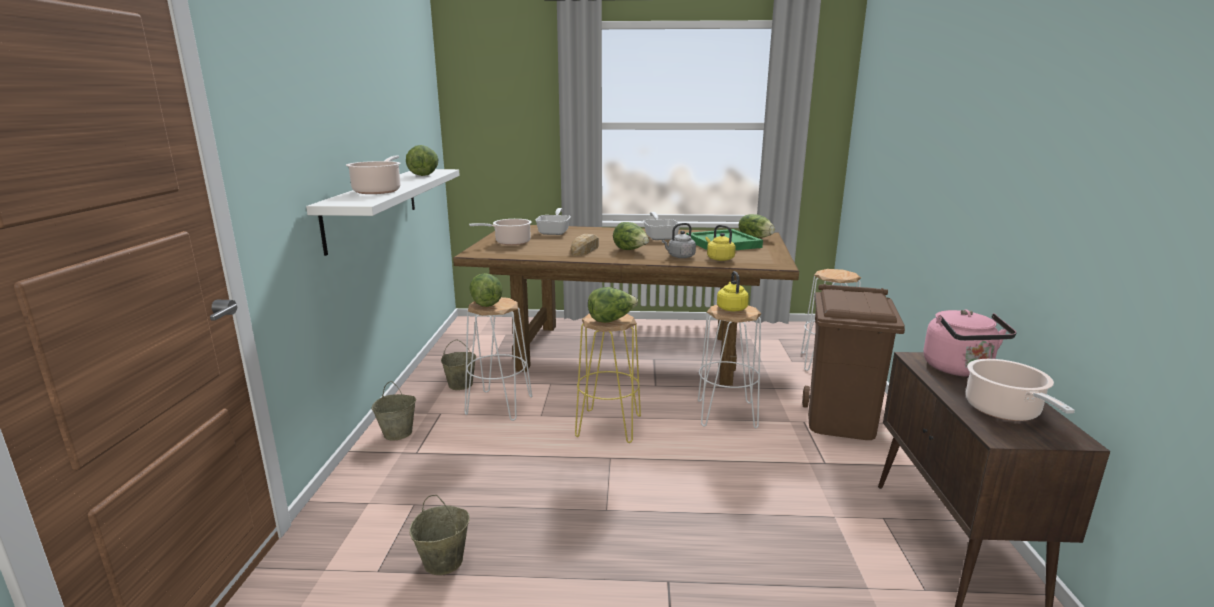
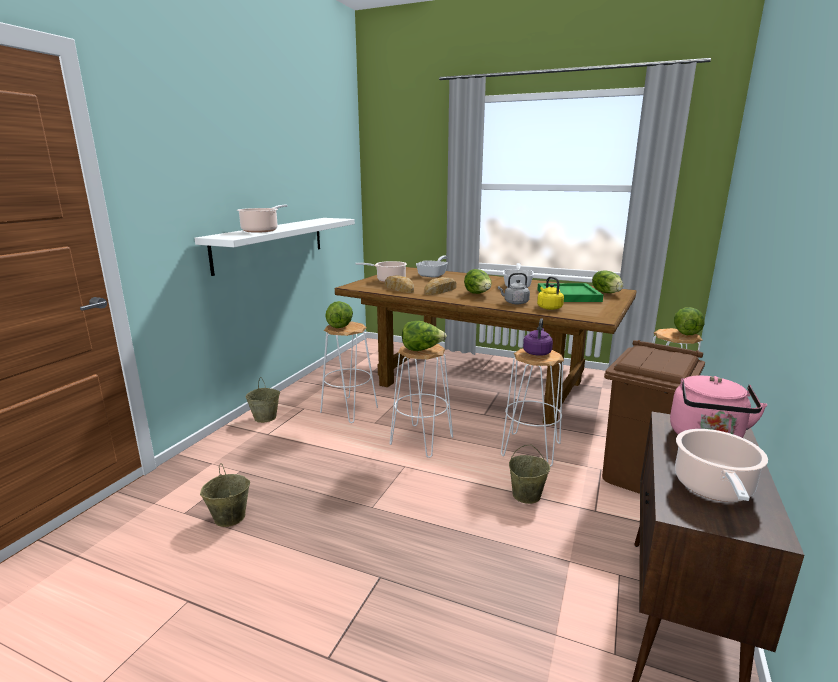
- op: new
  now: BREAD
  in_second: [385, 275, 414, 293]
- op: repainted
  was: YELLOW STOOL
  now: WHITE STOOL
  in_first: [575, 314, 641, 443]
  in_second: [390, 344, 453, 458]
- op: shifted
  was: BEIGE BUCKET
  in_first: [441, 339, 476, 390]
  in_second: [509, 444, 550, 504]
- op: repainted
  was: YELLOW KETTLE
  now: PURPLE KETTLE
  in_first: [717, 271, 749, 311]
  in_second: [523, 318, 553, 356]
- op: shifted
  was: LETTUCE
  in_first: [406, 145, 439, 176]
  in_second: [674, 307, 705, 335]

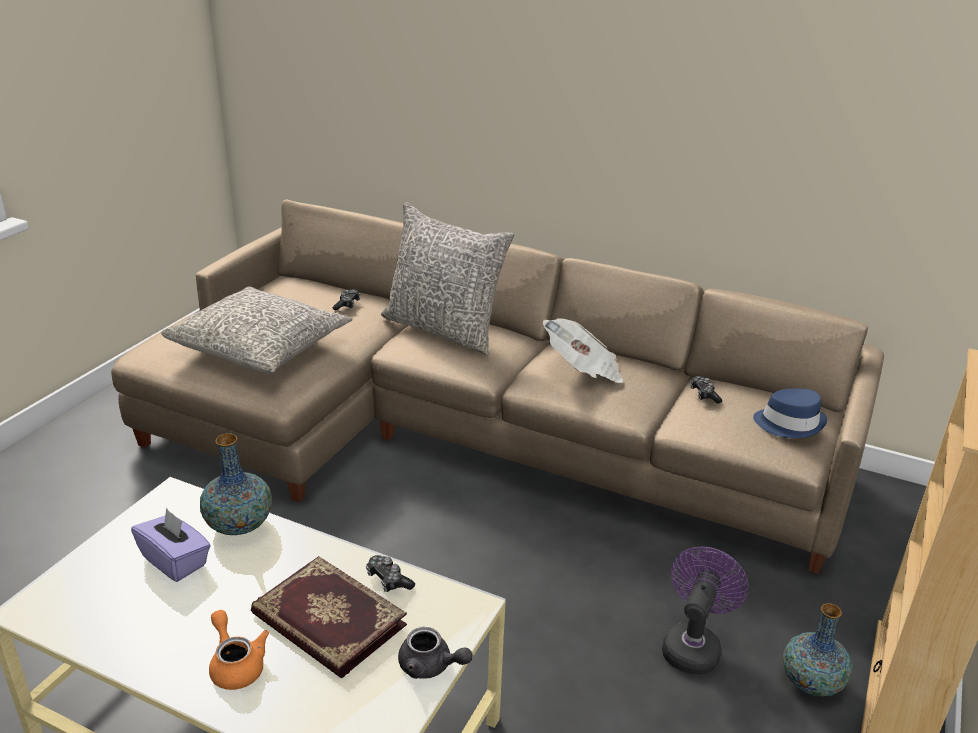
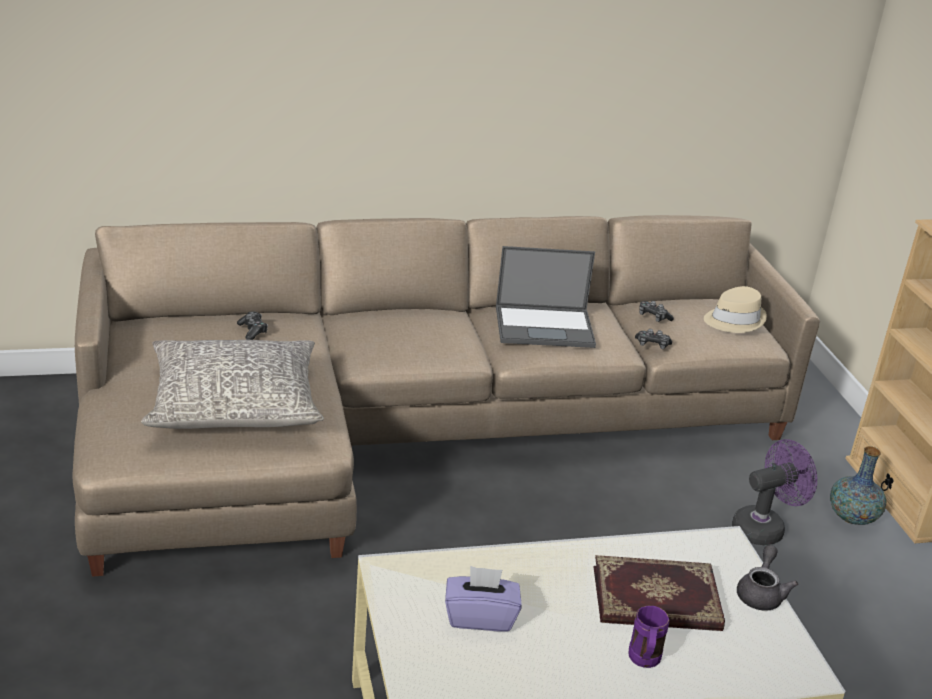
- op: swapped
  was: NEWSPAPER
  now: LAPTOP
  in_first: [543, 318, 623, 383]
  in_second: [496, 246, 596, 348]
- op: swapped
  was: ORANGE TEAPOT
  now: PURPLE MUG
  in_first: [209, 610, 269, 690]
  in_second: [628, 606, 669, 668]
- op: shifted
  was: GAME CONTROLLER
  in_first: [366, 555, 415, 592]
  in_second: [635, 329, 672, 349]
- op: repainted
  was: BLUE HAT
  now: BEIGE HAT
  in_first: [753, 389, 827, 438]
  in_second: [704, 286, 767, 333]
- op: rotated
  was: PURPLE FAN
  in_first: [662, 546, 748, 675]
  in_second: [732, 439, 817, 545]
  clockwise: 75
- op: rotated
  was: GREY TEAPOT
  in_first: [398, 627, 473, 679]
  in_second: [737, 545, 798, 611]
  clockwise: -60
- op: gone
  was: VASE
  in_first: [200, 433, 272, 535]
- op: gone
  was: GREY PILLOW
  in_first: [381, 202, 514, 355]

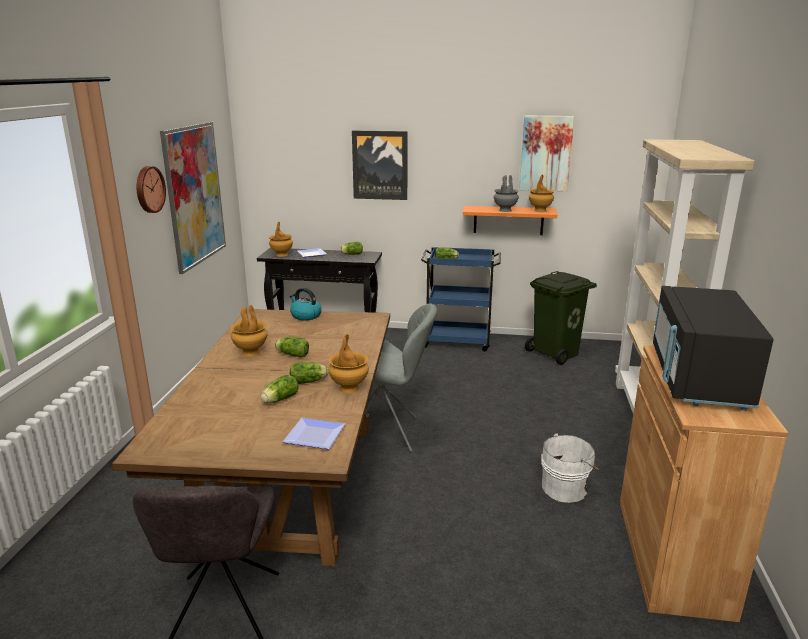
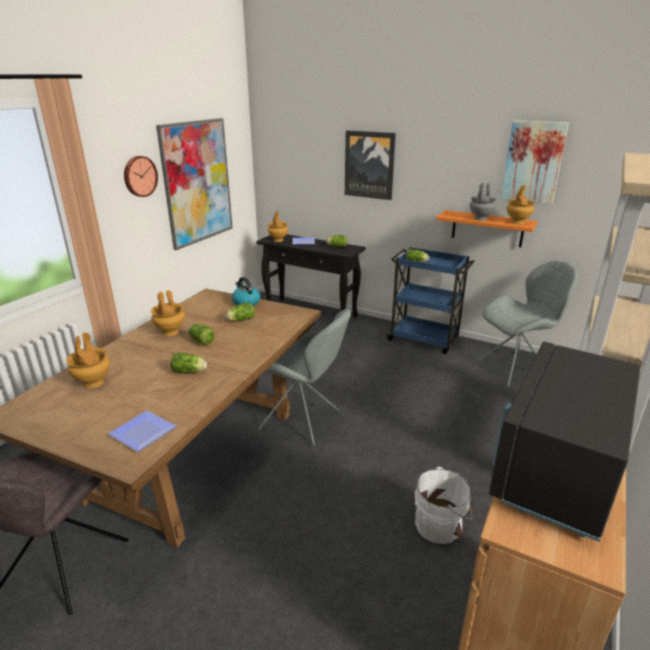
- op: shifted
  was: BROWN VASE
  in_first: [328, 334, 369, 393]
  in_second: [66, 333, 110, 389]
- op: shifted
  was: LETTUCE
  in_first: [261, 375, 298, 403]
  in_second: [225, 303, 255, 321]
- op: swapped
  was: GREEN TRASH CAN
  now: GREY CHAIR
  in_first: [525, 271, 597, 365]
  in_second: [477, 261, 579, 387]

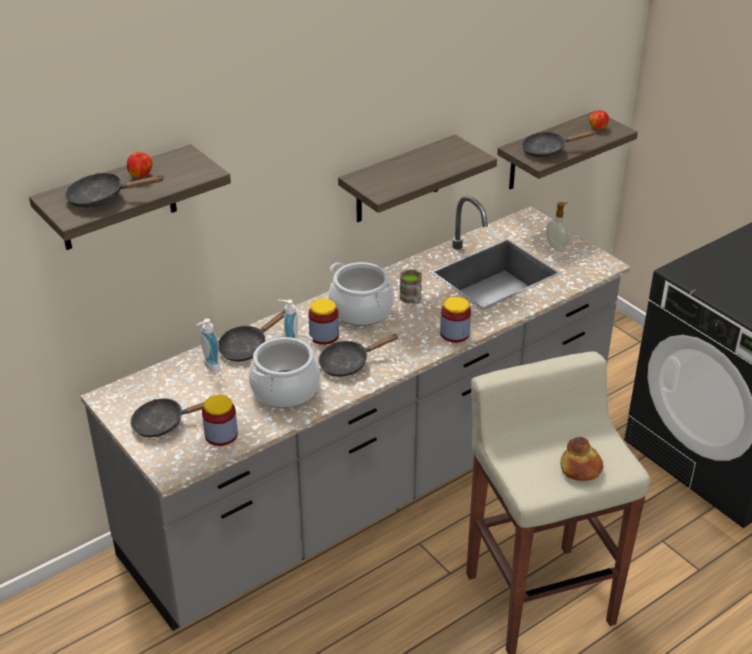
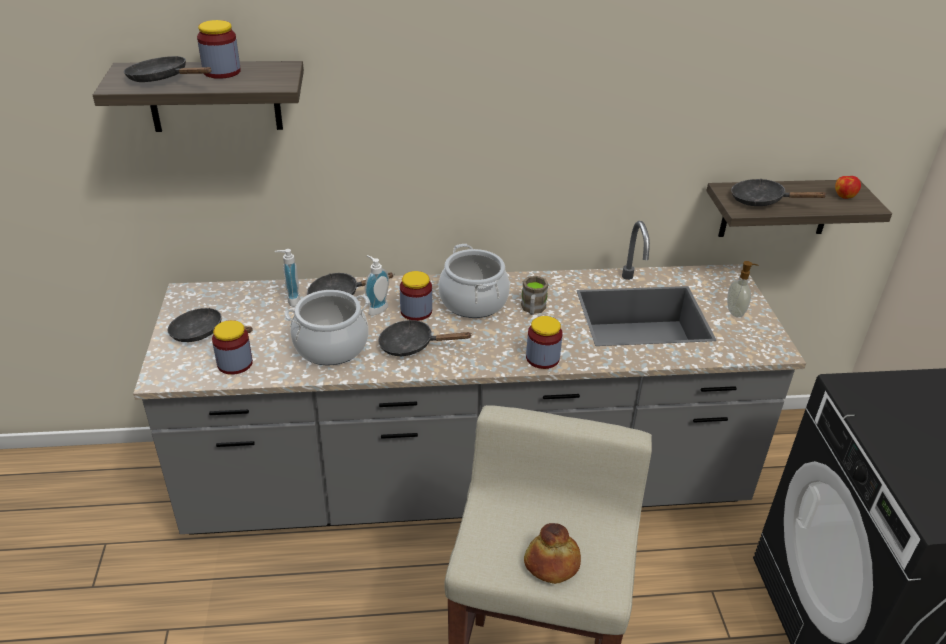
- op: swapped
  was: APPLE
  now: JAR
  in_first: [127, 152, 153, 178]
  in_second: [197, 20, 241, 79]
- op: gone
  was: SHELF
  in_first: [338, 135, 497, 222]

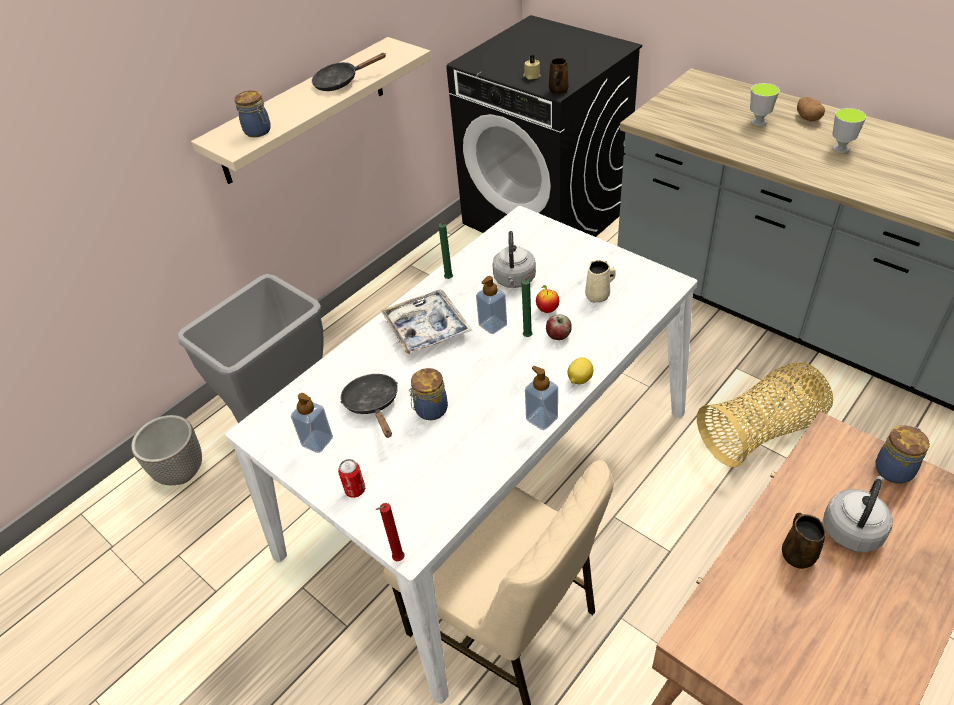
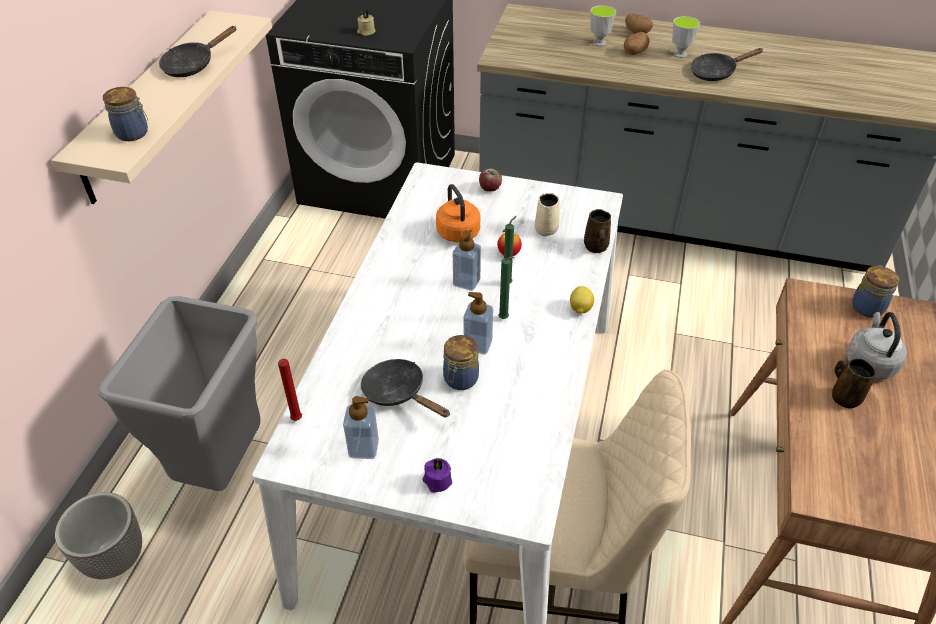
- op: shifted
  was: RED CANDLE
  in_first: [376, 503, 404, 561]
  in_second: [278, 359, 302, 421]
- op: swapped
  was: CAN
  now: PURPLE CANDLE
  in_first: [338, 459, 365, 498]
  in_second: [422, 458, 452, 493]
- op: repainted
  was: GREY KETTLE
  now: ORANGE KETTLE
  in_first: [492, 231, 536, 288]
  in_second: [436, 184, 480, 242]
- op: shifted
  was: SOAP DISPENSER
  in_first: [525, 366, 558, 430]
  in_second: [464, 292, 493, 354]
- op: shifted
  was: APPLE
  in_first: [546, 315, 572, 340]
  in_second: [479, 168, 502, 192]
- op: shifted
  was: GREEN CANDLE
  in_first: [438, 222, 453, 279]
  in_second: [498, 257, 514, 319]
- op: shifted
  was: BROWN MUG
  in_first: [549, 58, 569, 94]
  in_second: [584, 209, 611, 253]
- op: new
  now: POTATO
  in_second: [624, 32, 649, 55]
- op: new
  now: BLACK FRYING PAN
  in_second: [690, 48, 763, 81]
- op: gone
  was: TRAY
  in_first: [381, 289, 472, 355]
- op: gone
  was: BASKET
  in_first: [697, 363, 833, 468]

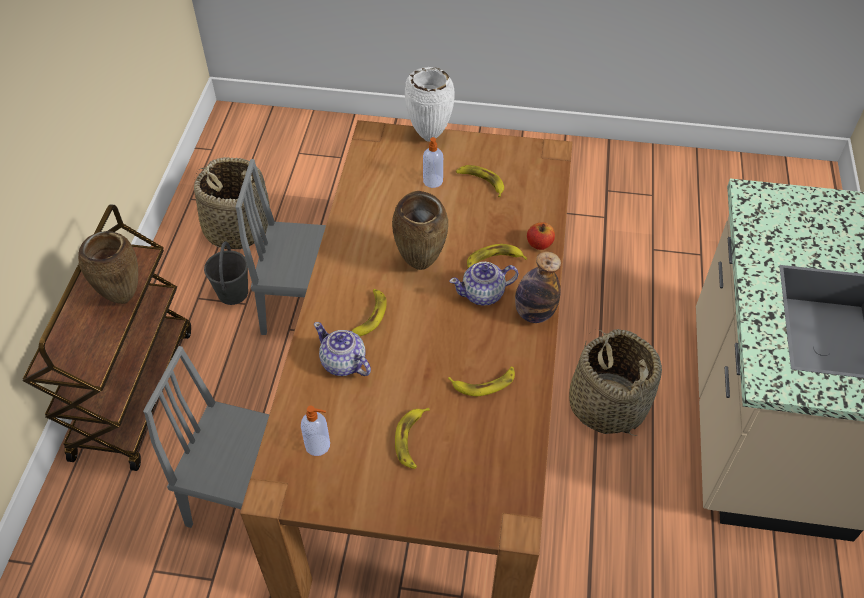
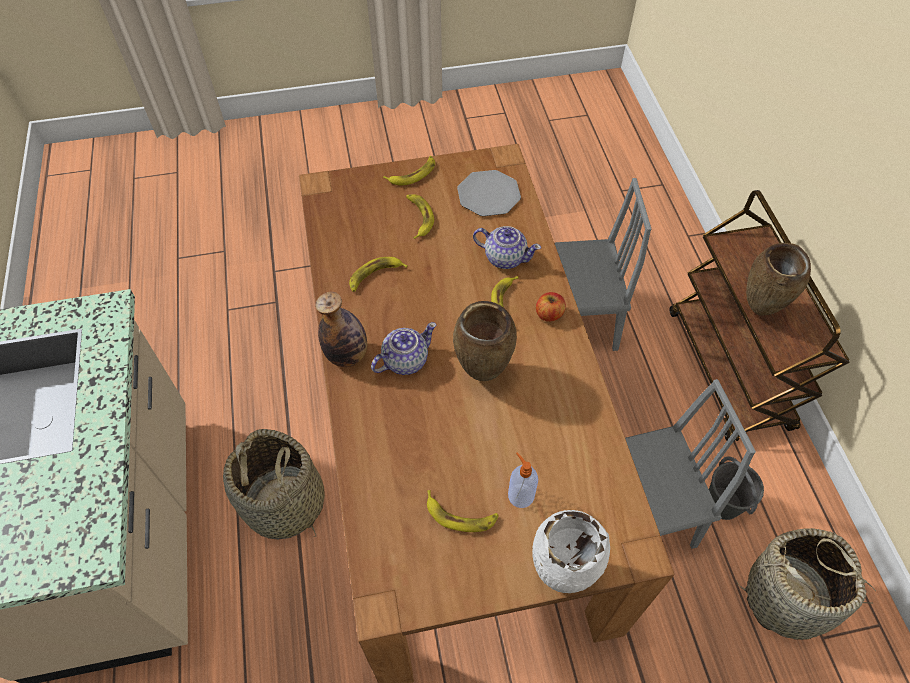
- op: shifted
  was: BANANA
  in_first: [467, 244, 527, 268]
  in_second: [383, 156, 435, 185]
- op: swapped
  was: SOAP DISPENSER
  now: PLATE
  in_first: [301, 406, 330, 456]
  in_second: [457, 170, 521, 216]
- op: shifted
  was: APPLE
  in_first: [527, 223, 555, 250]
  in_second: [536, 292, 566, 322]

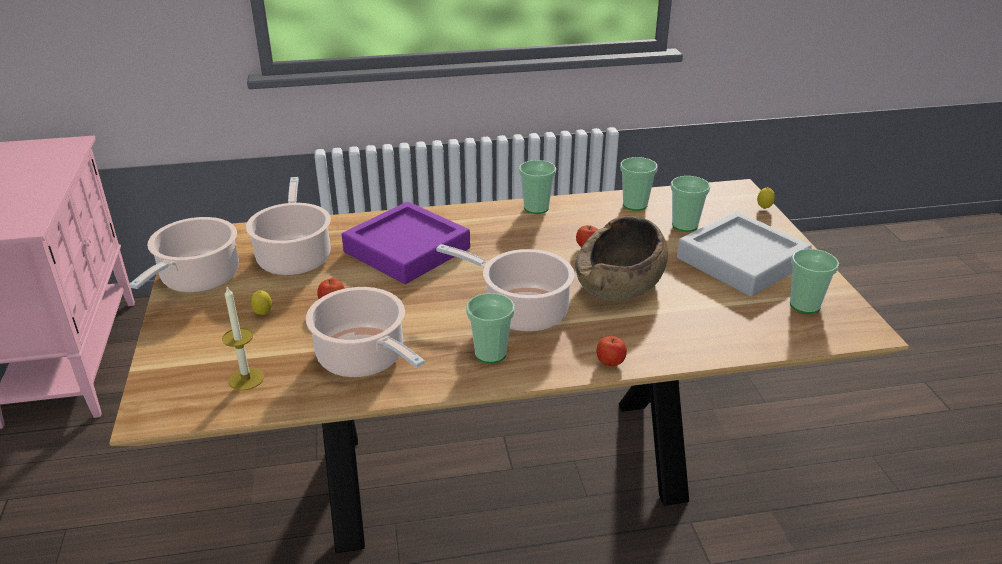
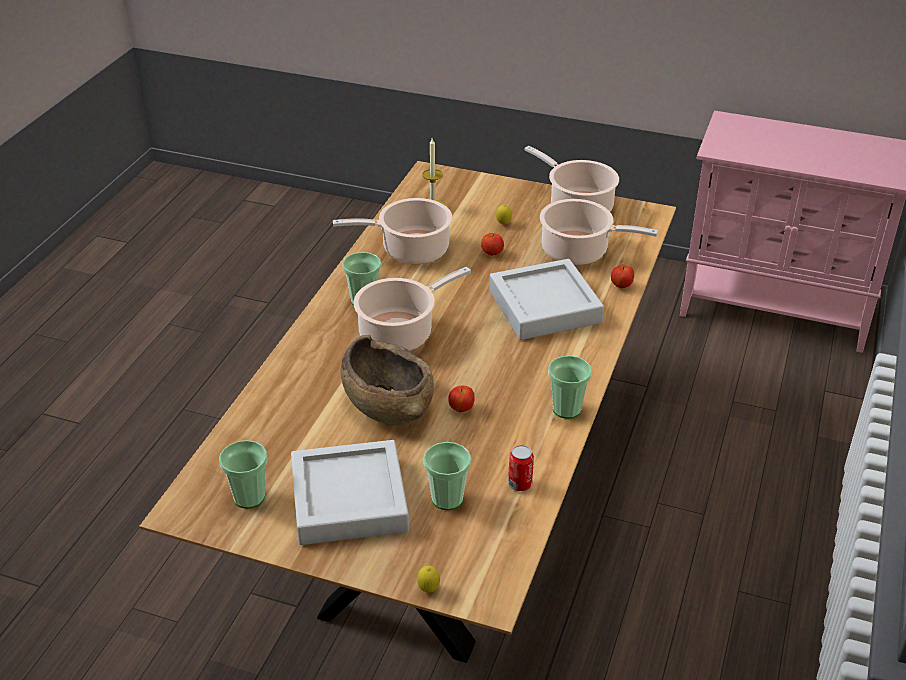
- op: repainted
  was: PURPLE TRAY
  now: GREY TRAY
  in_first: [342, 202, 470, 284]
  in_second: [490, 259, 604, 340]
- op: swapped
  was: CUP
  now: CAN
  in_first: [620, 157, 658, 211]
  in_second: [508, 445, 534, 491]
- op: shifted
  was: APPLE
  in_first: [596, 336, 627, 366]
  in_second: [611, 265, 634, 288]

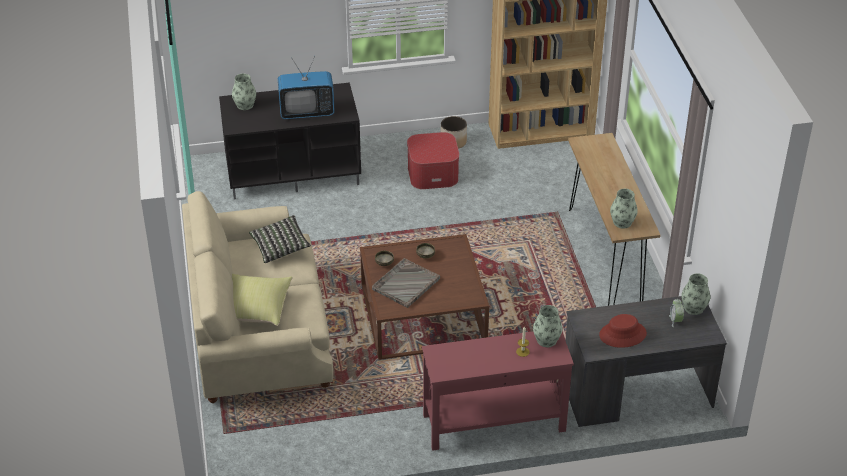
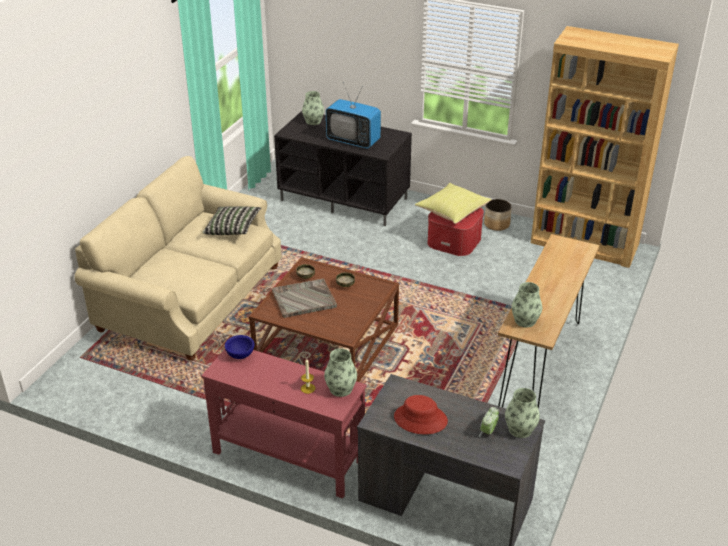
- op: new
  now: BLUE BOWL
  in_second: [225, 335, 255, 359]
- op: shifted
  was: YELLOW PILLOW
  in_first: [232, 274, 292, 326]
  in_second: [415, 183, 492, 224]

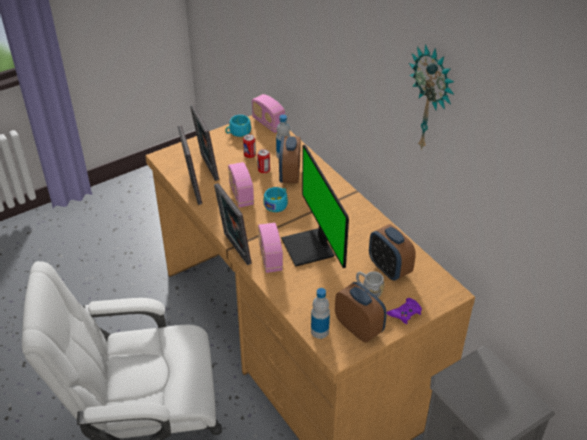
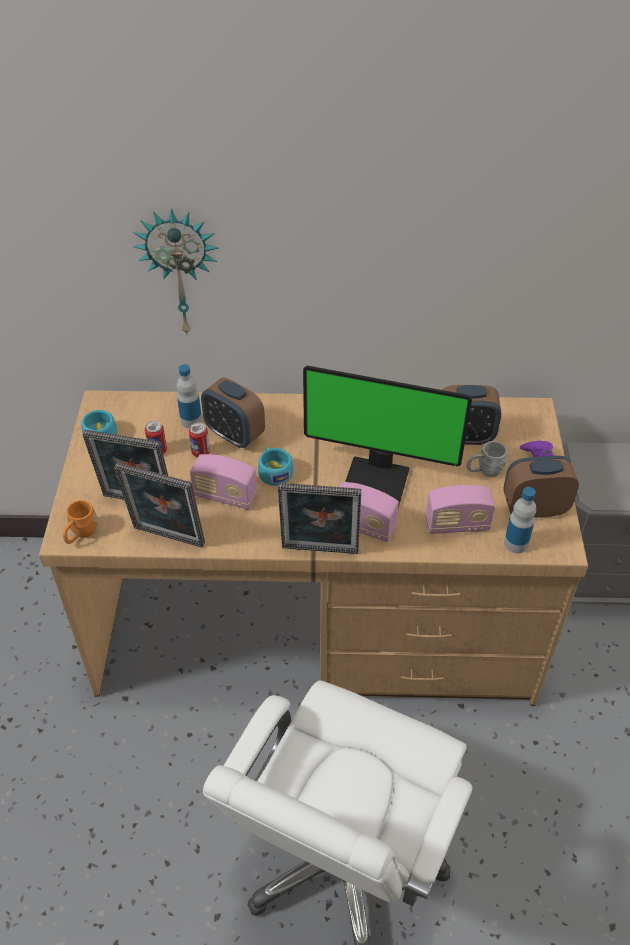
- op: new
  now: ORANGE MUG
  in_second: [63, 500, 97, 544]
- op: shifted
  was: WALL CLOCK
  in_first: [409, 44, 454, 150]
  in_second: [133, 209, 218, 336]
- op: shifted
  was: RADIO
  in_first: [252, 94, 285, 133]
  in_second: [426, 485, 495, 534]

